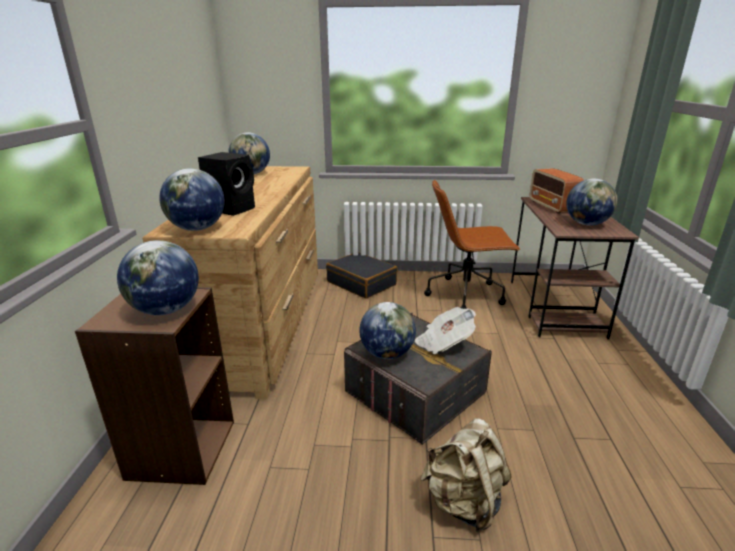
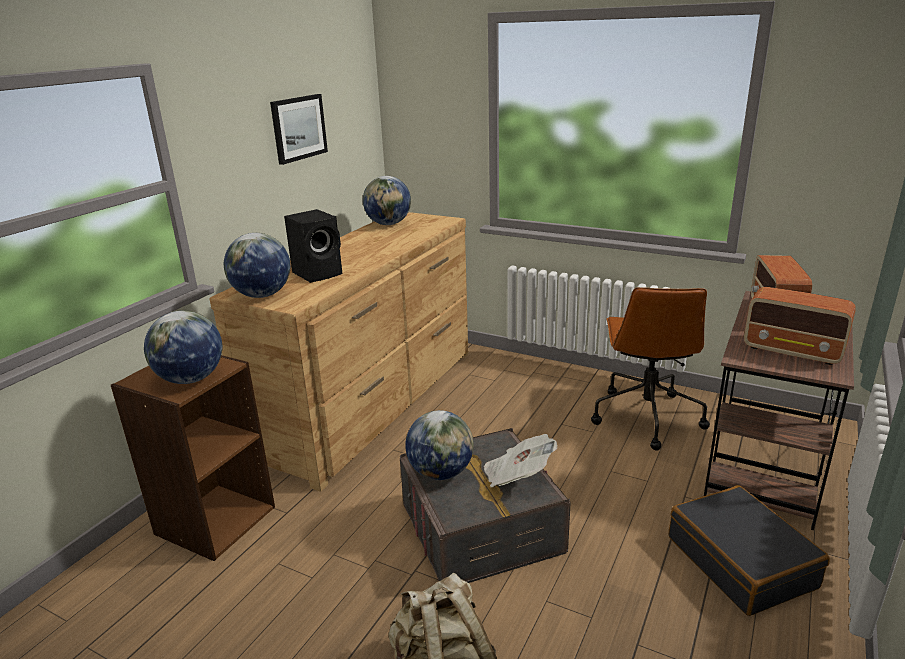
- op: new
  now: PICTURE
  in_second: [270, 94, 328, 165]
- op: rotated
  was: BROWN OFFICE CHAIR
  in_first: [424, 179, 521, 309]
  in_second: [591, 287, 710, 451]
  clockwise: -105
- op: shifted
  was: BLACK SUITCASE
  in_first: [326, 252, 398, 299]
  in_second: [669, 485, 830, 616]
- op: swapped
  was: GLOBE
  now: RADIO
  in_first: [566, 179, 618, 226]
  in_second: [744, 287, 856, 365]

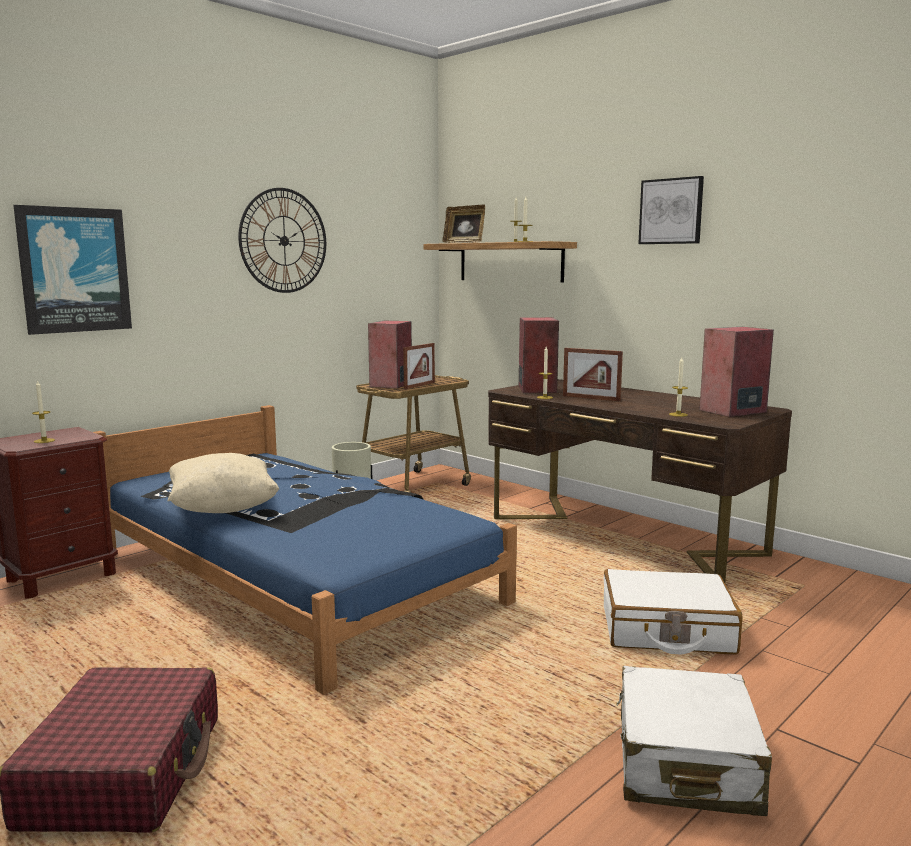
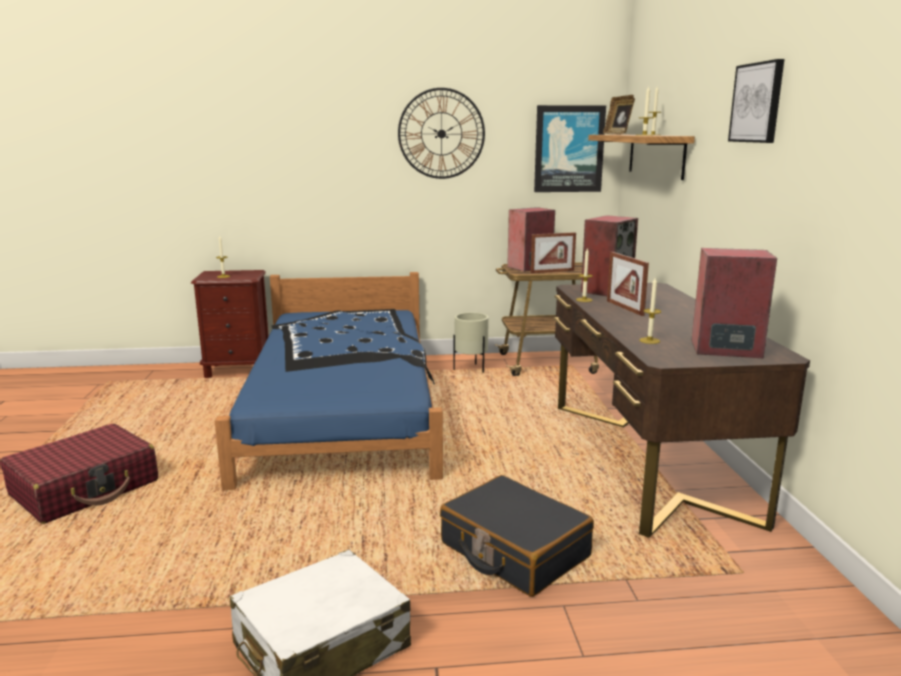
- op: repainted
  was: WHITE SUITCASE
  now: BLACK SUITCASE
  in_first: [604, 569, 743, 655]
  in_second: [440, 475, 594, 597]
- op: shifted
  was: PICTURE
  in_first: [13, 205, 132, 335]
  in_second: [534, 105, 606, 192]
- op: gone
  was: BEIGE PILLOW
  in_first: [168, 453, 279, 513]

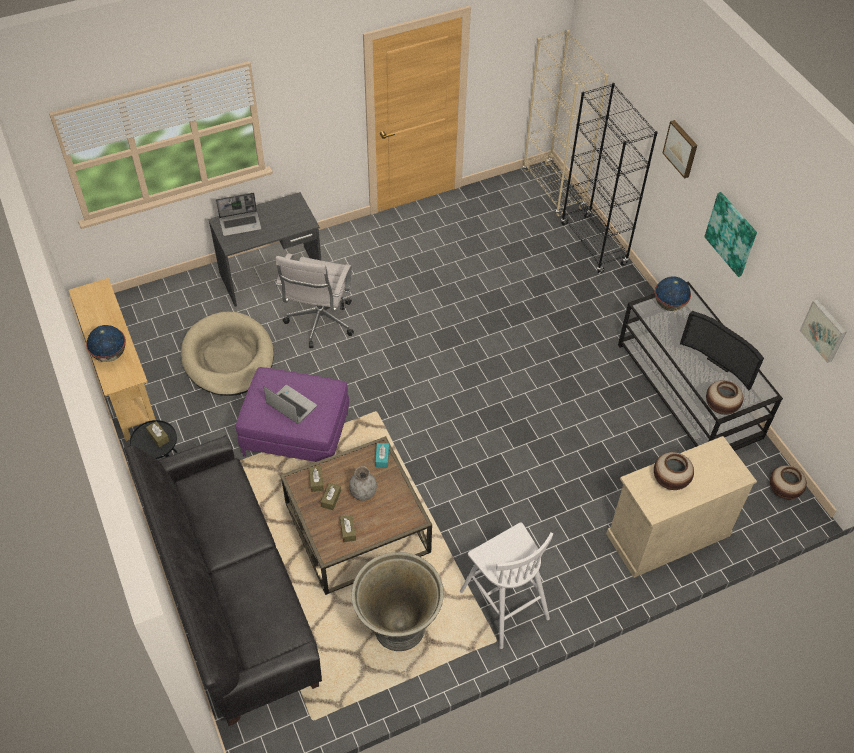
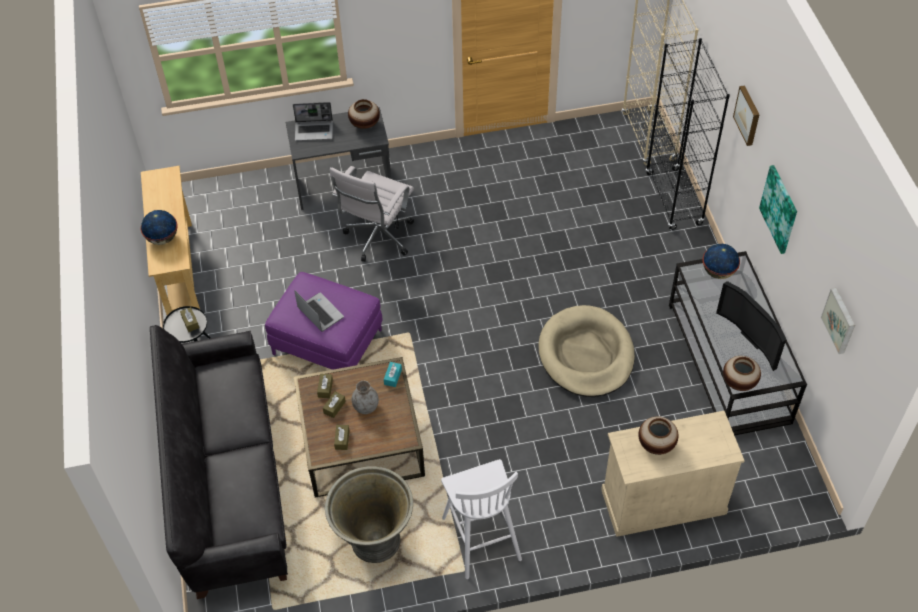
- op: shifted
  was: VASE
  in_first: [770, 465, 807, 500]
  in_second: [348, 99, 380, 129]
- op: shifted
  was: BEIGE DOG BED
  in_first: [181, 312, 274, 396]
  in_second: [538, 305, 635, 397]

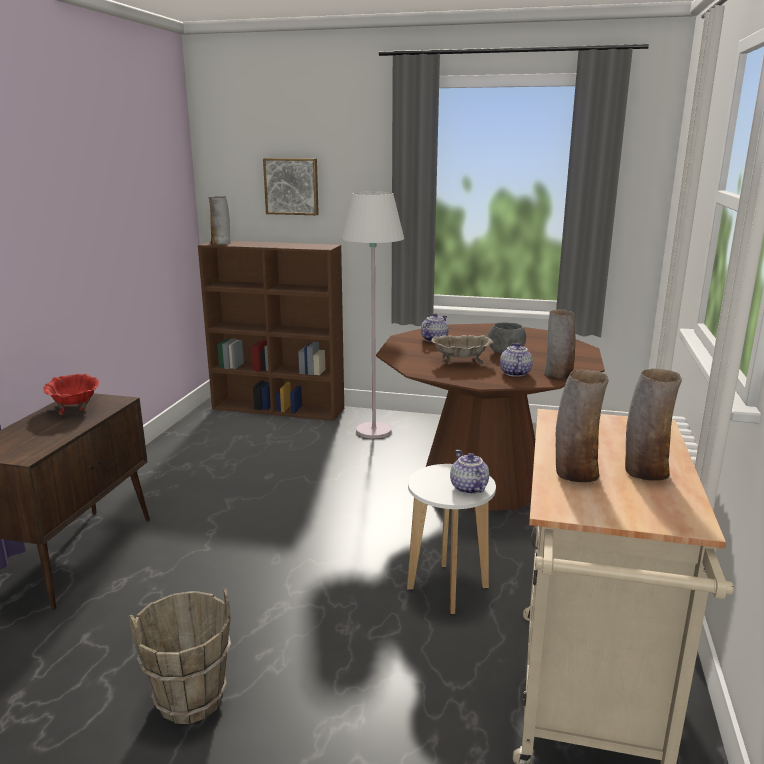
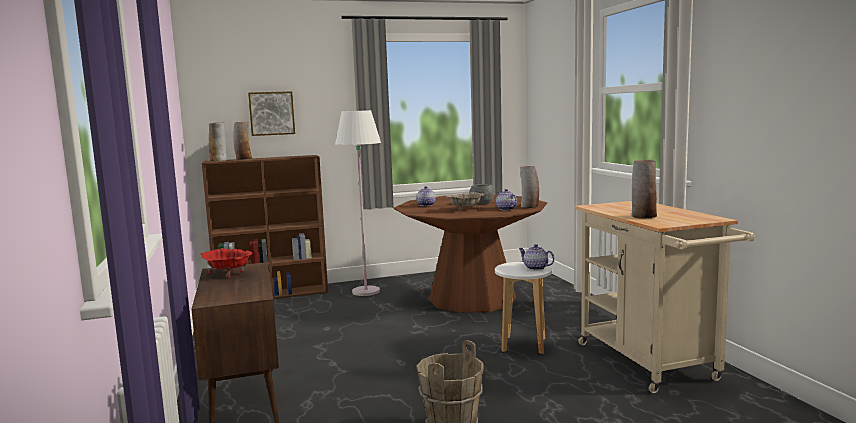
- op: shifted
  was: VASE
  in_first: [625, 369, 682, 481]
  in_second: [233, 121, 252, 160]

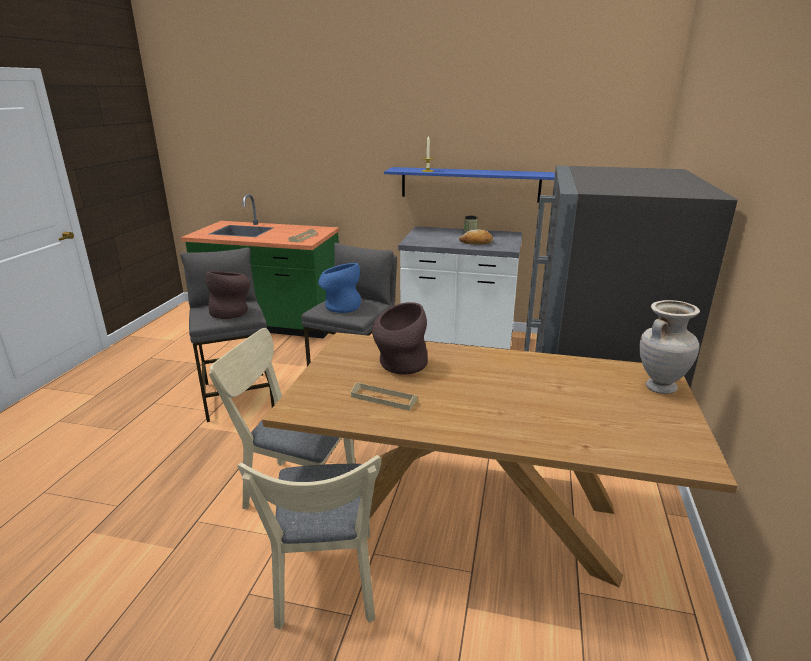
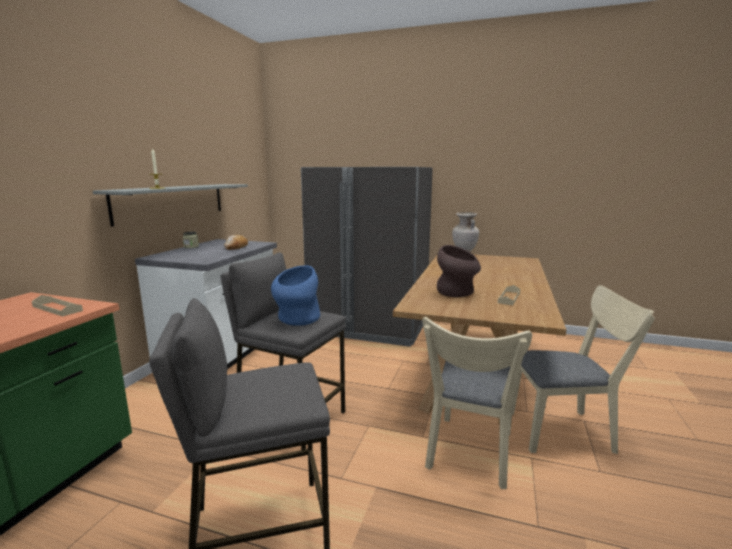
- op: repainted
  was: BLUE SHELF
  now: GREY SHELF
  in_first: [384, 167, 555, 203]
  in_second: [93, 184, 248, 227]
- op: gone
  was: BROWN VASE
  in_first: [205, 271, 250, 319]

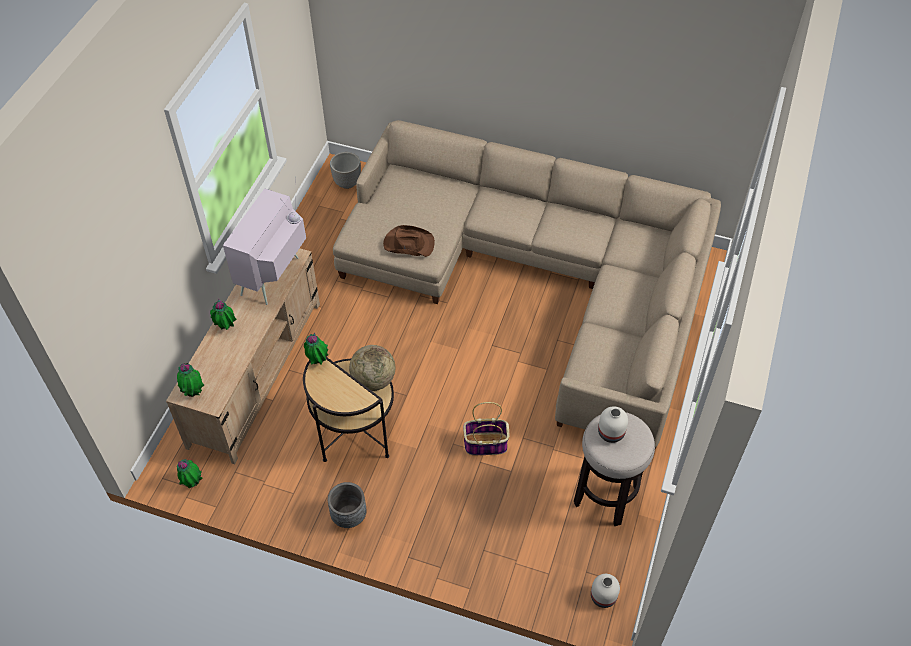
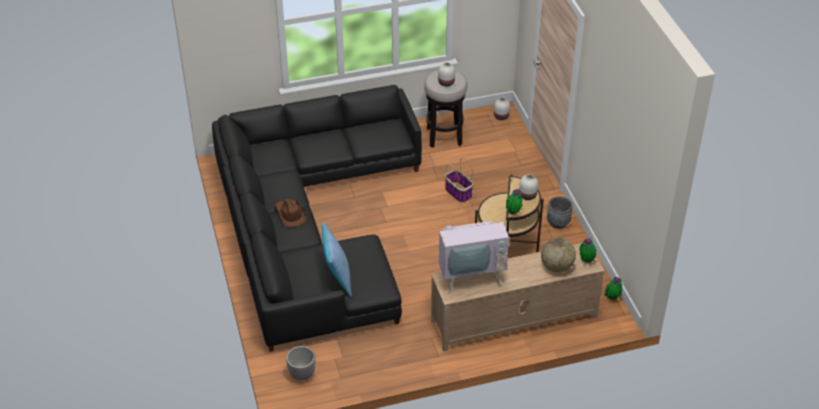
- op: repainted
  was: BEIGE SOFA
  now: BLACK SOFA
  in_first: [333, 120, 721, 449]
  in_second: [212, 85, 422, 351]
- op: shifted
  was: BROWN HAT
  in_first: [383, 225, 435, 257]
  in_second: [275, 199, 307, 227]
- op: new
  now: PILLOW
  in_second: [322, 222, 352, 297]
- op: new
  now: WHITE VASE
  in_second: [519, 174, 538, 200]
- op: shifted
  was: GLOBE
  in_first: [349, 345, 395, 391]
  in_second: [541, 238, 576, 272]
- op: gone
  was: POTTED PLANT
  in_first: [210, 299, 237, 330]

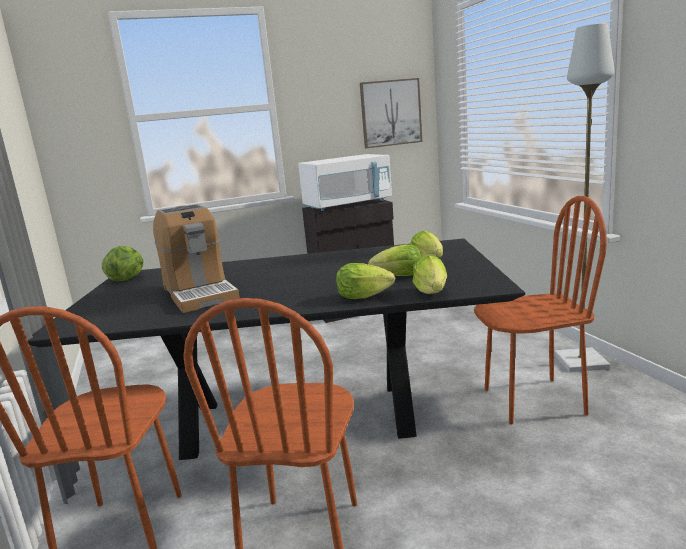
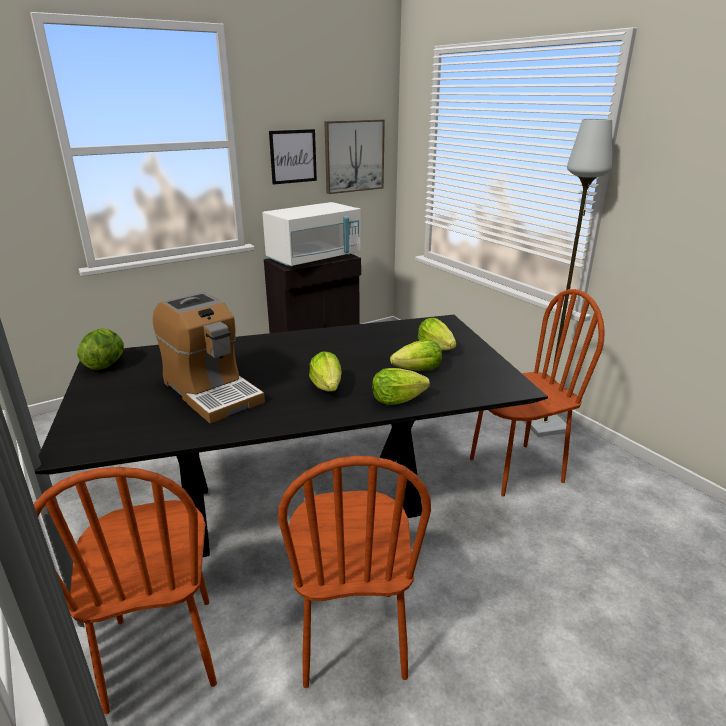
- op: new
  now: PICTURE
  in_second: [269, 129, 317, 185]
- op: shifted
  was: LETTUCE
  in_first: [413, 255, 447, 294]
  in_second: [309, 352, 342, 392]

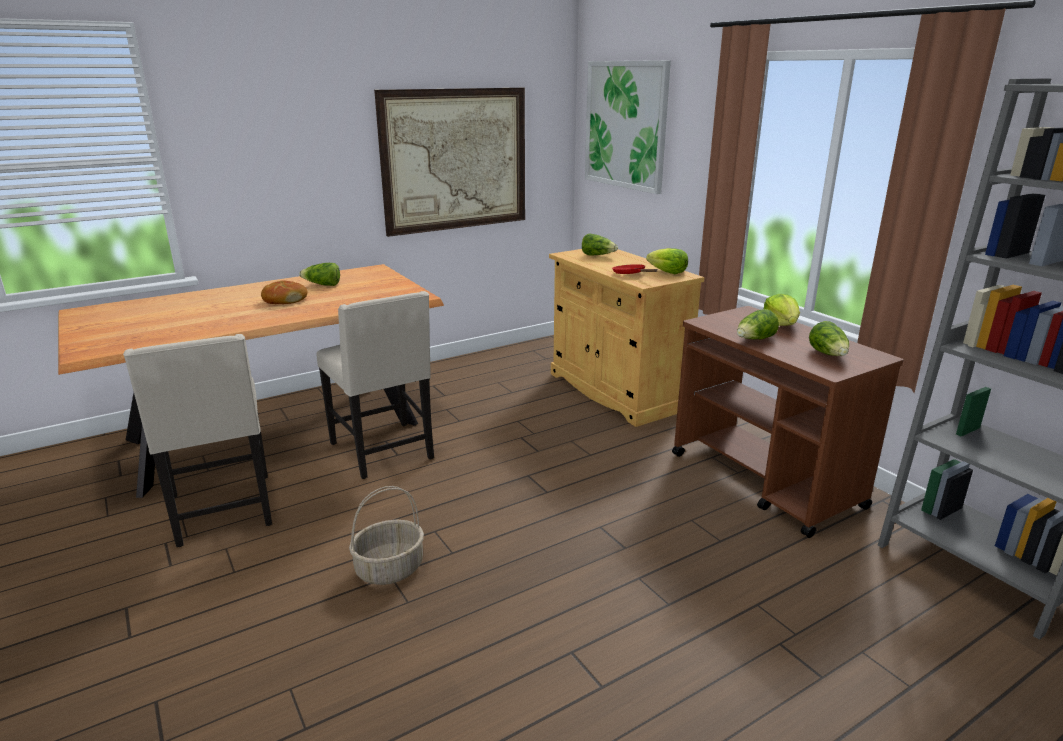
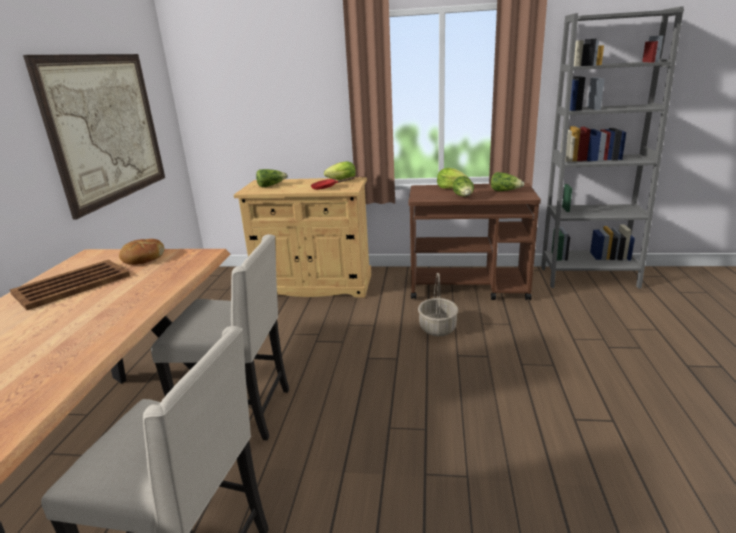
- op: swapped
  was: LETTUCE
  now: BROWN TRAY
  in_first: [299, 263, 340, 286]
  in_second: [10, 260, 130, 310]
- op: shifted
  was: BREAD
  in_first: [261, 281, 308, 304]
  in_second: [119, 239, 164, 265]
- op: shifted
  was: BASKET
  in_first: [349, 486, 424, 585]
  in_second: [418, 273, 458, 337]
- op: gone
  was: PICTURE
  in_first: [585, 60, 671, 194]

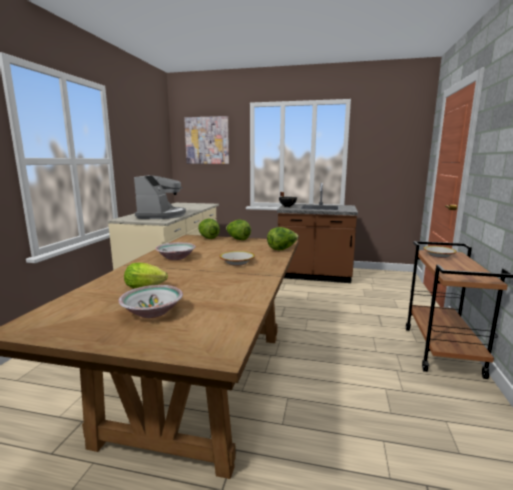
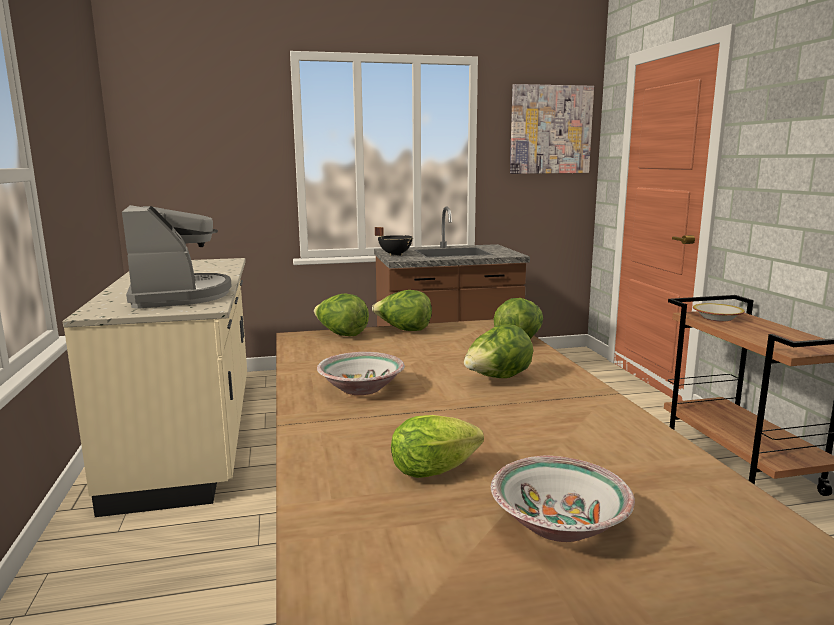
- op: swapped
  was: BOWL
  now: LETTUCE
  in_first: [219, 251, 255, 266]
  in_second: [464, 325, 533, 378]
- op: shifted
  was: PICTURE
  in_first: [184, 116, 229, 164]
  in_second: [510, 84, 594, 174]

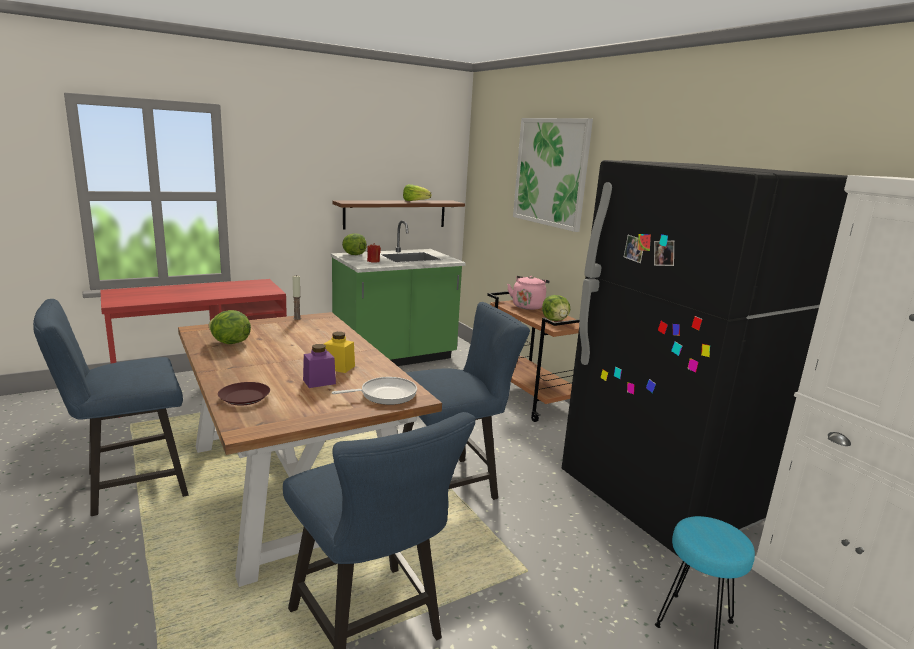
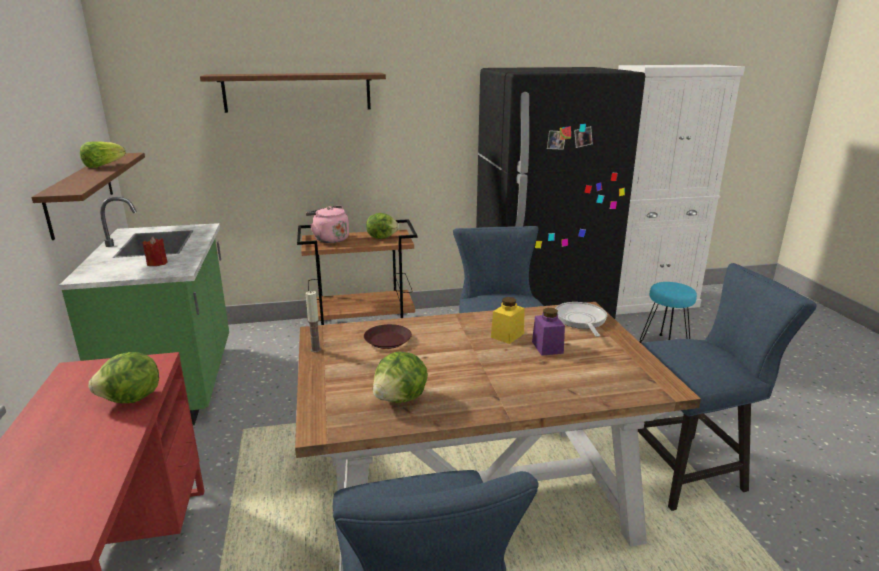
- op: shifted
  was: LETTUCE
  in_first: [342, 233, 367, 255]
  in_second: [89, 352, 159, 403]
- op: swapped
  was: PICTURE
  now: BROWN SHELF
  in_first: [513, 118, 593, 232]
  in_second: [200, 73, 386, 113]
- op: shifted
  was: BROWN PLATE
  in_first: [218, 382, 270, 405]
  in_second: [364, 324, 412, 349]

